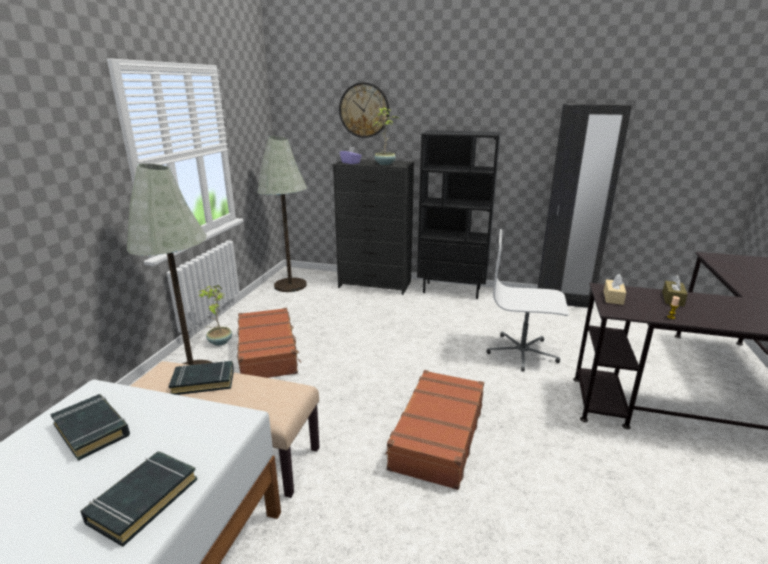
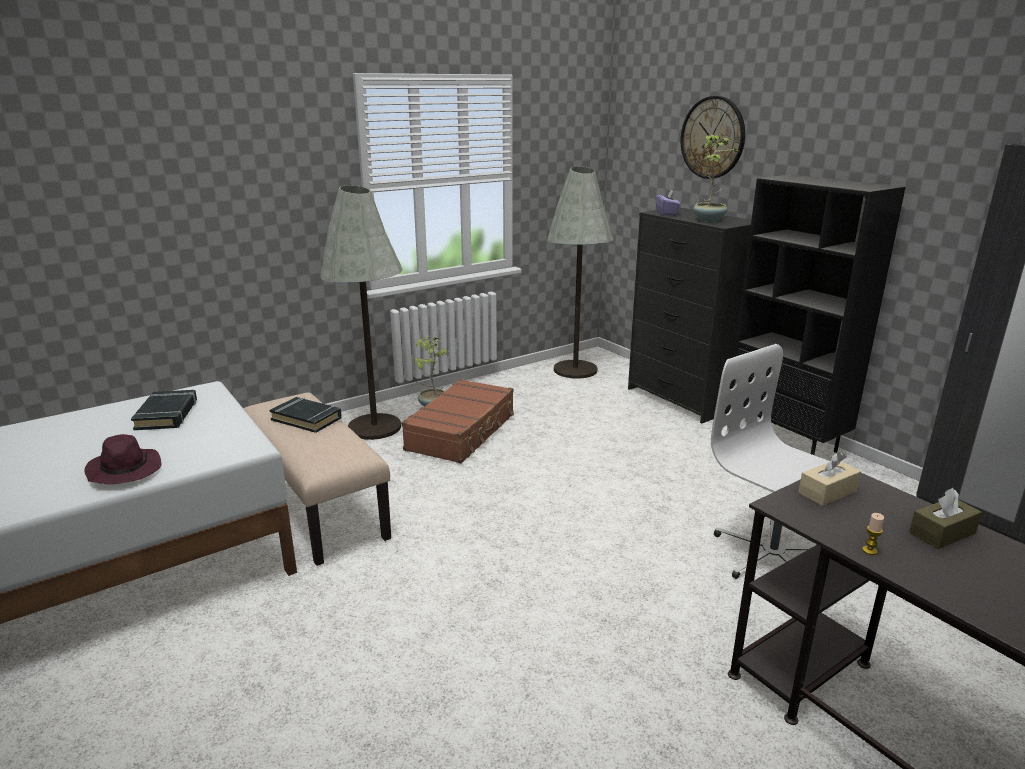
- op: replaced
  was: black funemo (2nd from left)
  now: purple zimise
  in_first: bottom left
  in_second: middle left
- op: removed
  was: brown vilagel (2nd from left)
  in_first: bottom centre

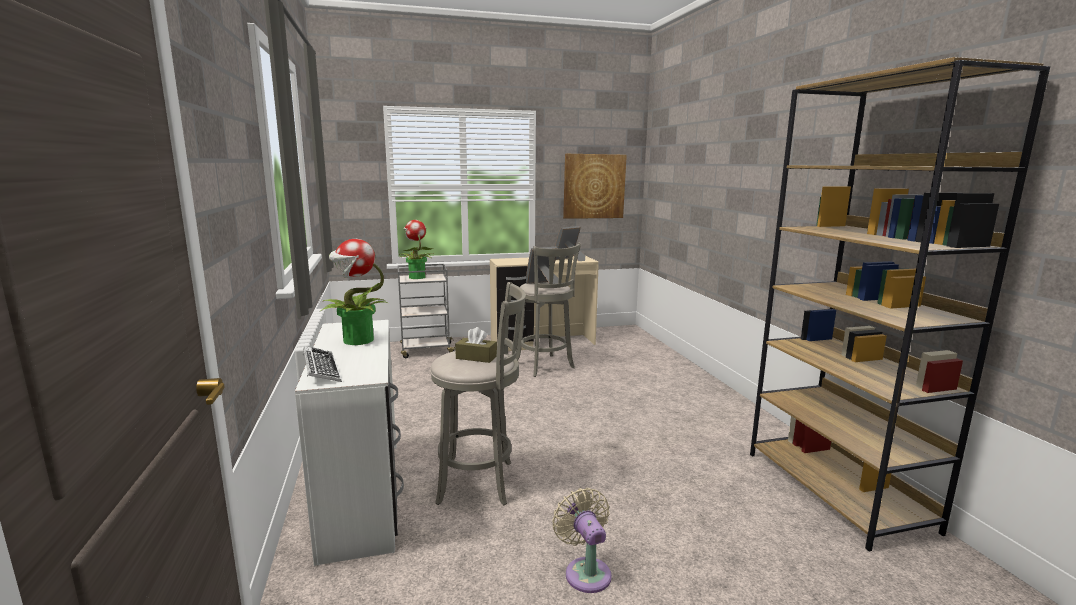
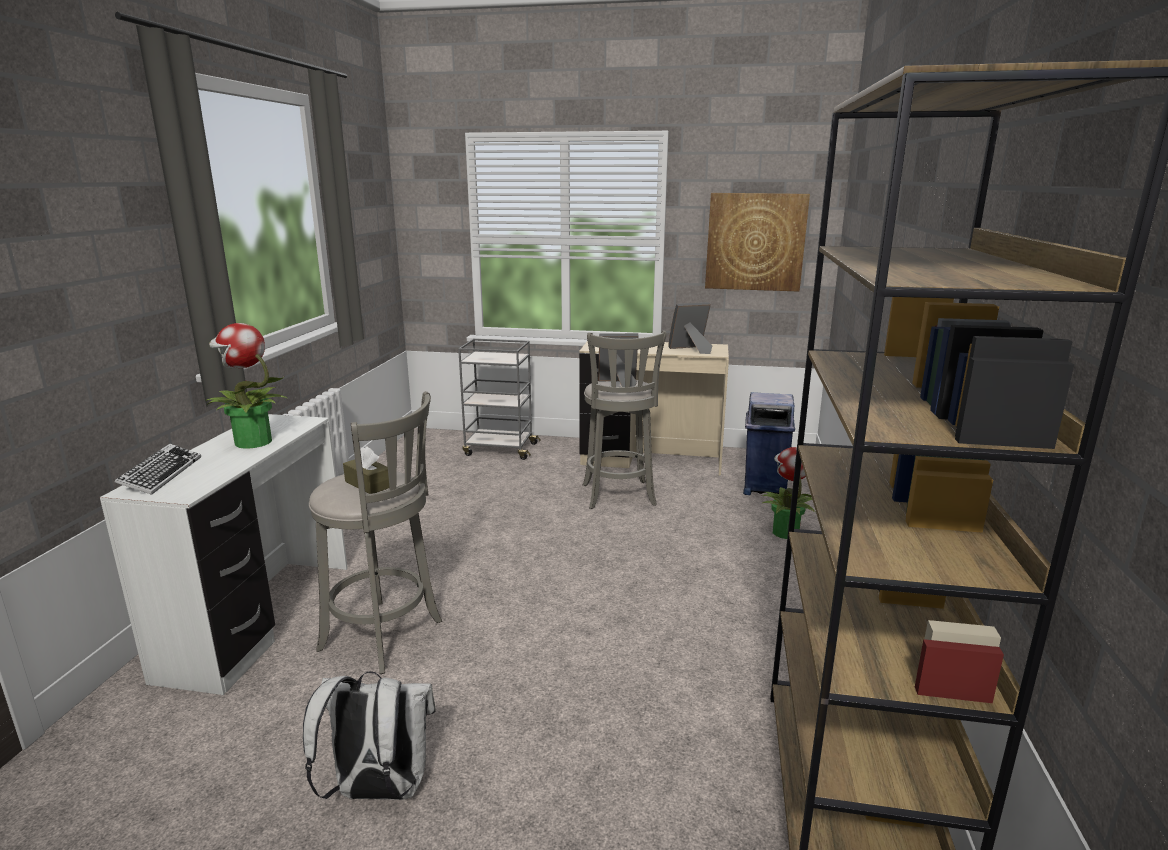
- op: replaced
  was: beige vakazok
  now: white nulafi
  in_first: bottom centre
  in_second: bottom left
- op: added
  now: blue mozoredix
  in_second: centre
- op: moved
  was: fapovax (2nd from left)
  in_first: centre
  in_second: middle right

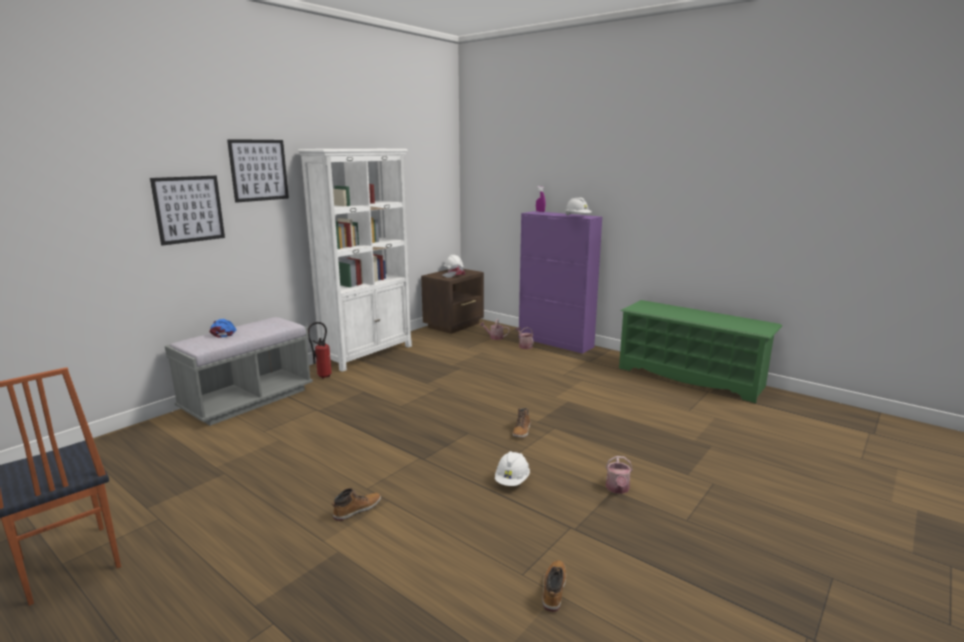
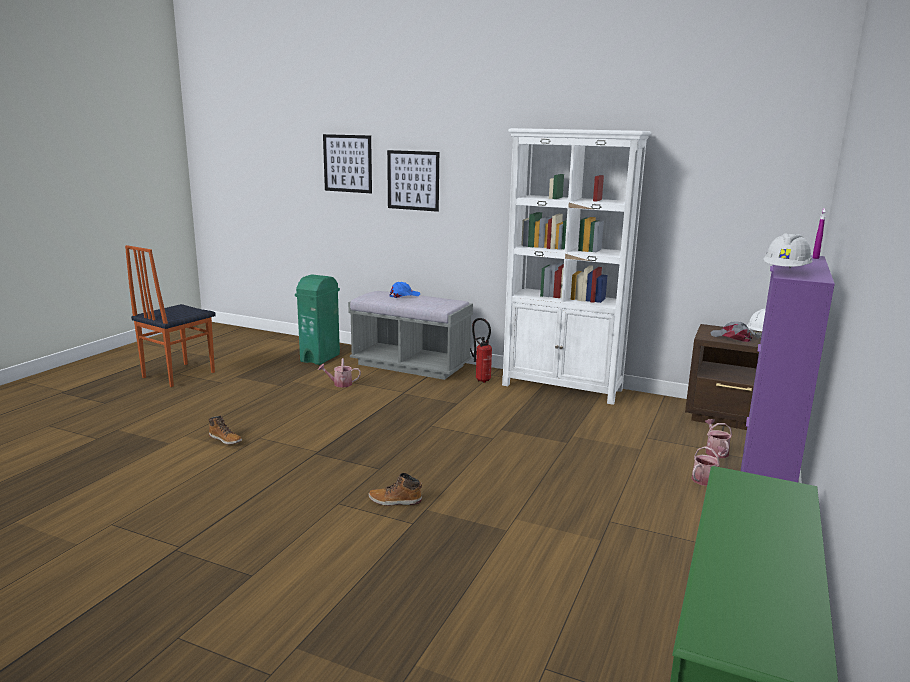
- op: added
  now: green mozoredix
  in_second: centre
- op: moved
  was: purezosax (3rd from left in the first image)
  now: purezosax (1st from left)
  in_first: bottom centre
  in_second: centre
- op: moved
  was: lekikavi (2nd from left in the first image)
  now: lekikavi (1st from left)
  in_first: top left
  in_second: top centre
- op: removed
  was: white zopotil (2nd from left)
  in_first: bottom centre
- op: removed
  was: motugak (3rd from left)
  in_first: bottom centre

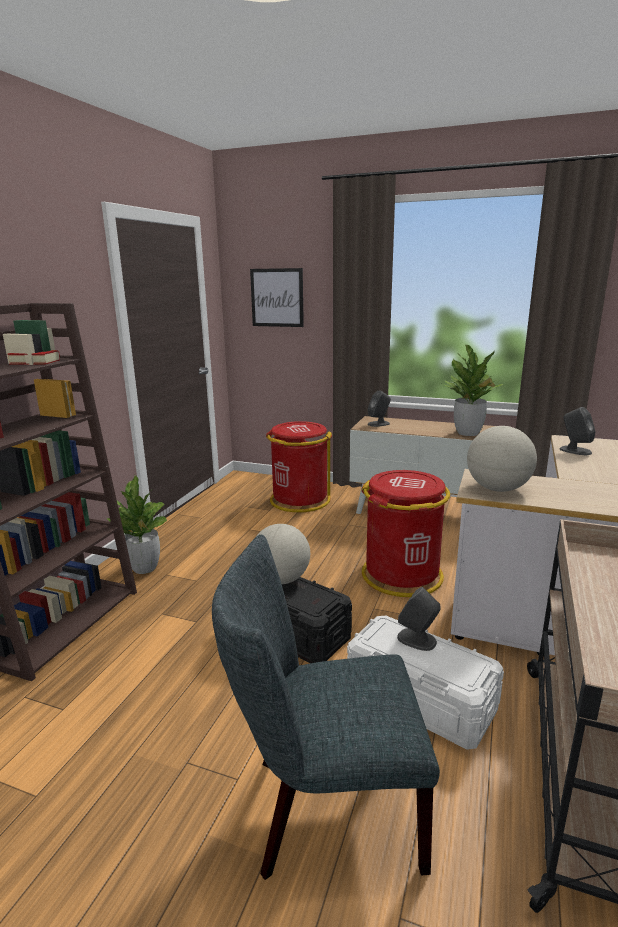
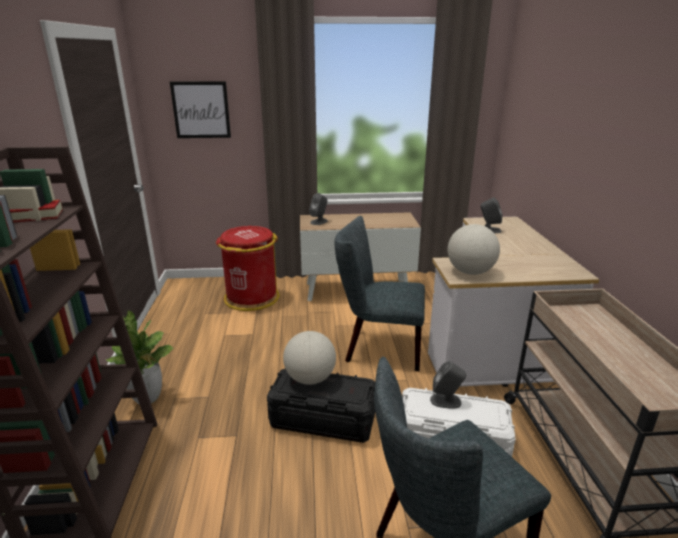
- op: replaced
  was: red mozoredix (2nd from left)
  now: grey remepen (1st from left)
  in_first: centre
  in_second: centre
- op: removed
  was: fapovax (2nd from left)
  in_first: middle right

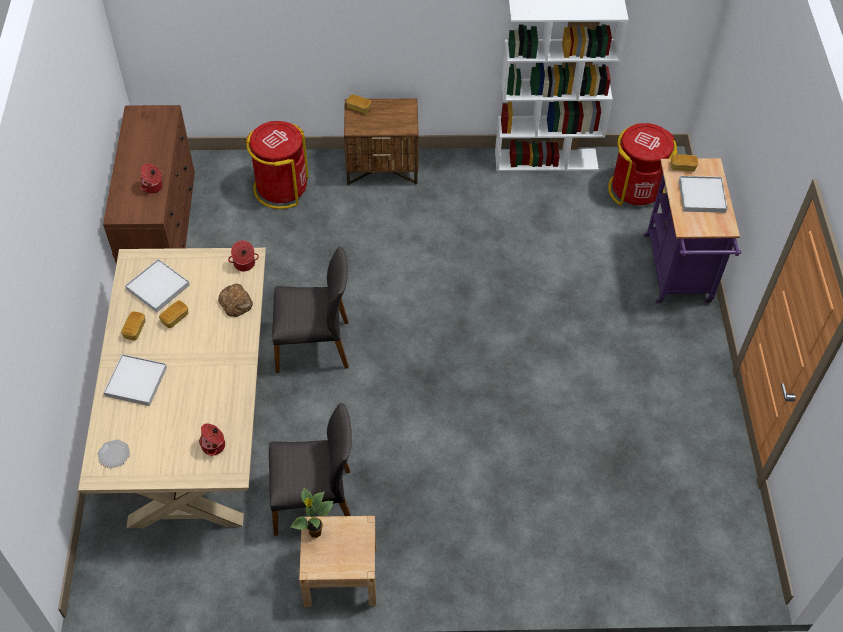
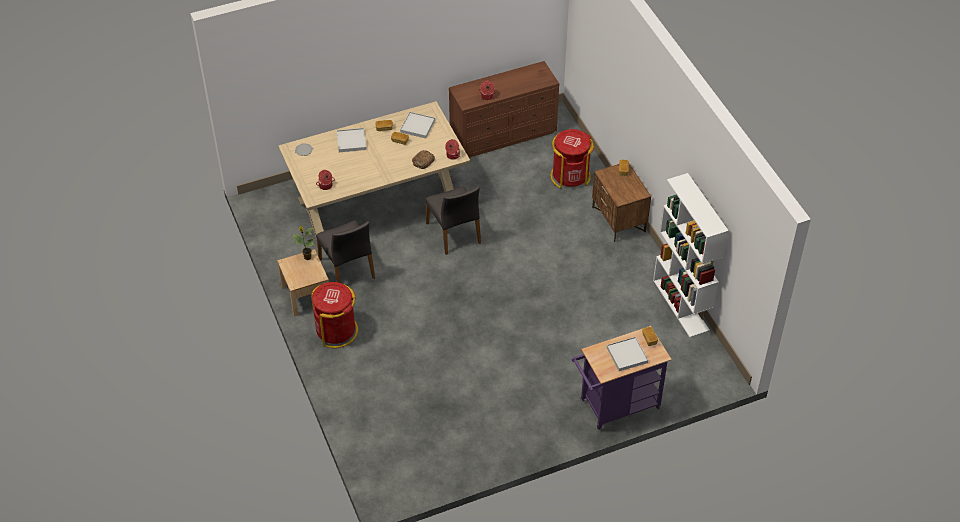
- op: moved
  was: red mozoredix (2nd from left in the first image)
  now: red mozoredix (1st from left)
  in_first: top right
  in_second: centre

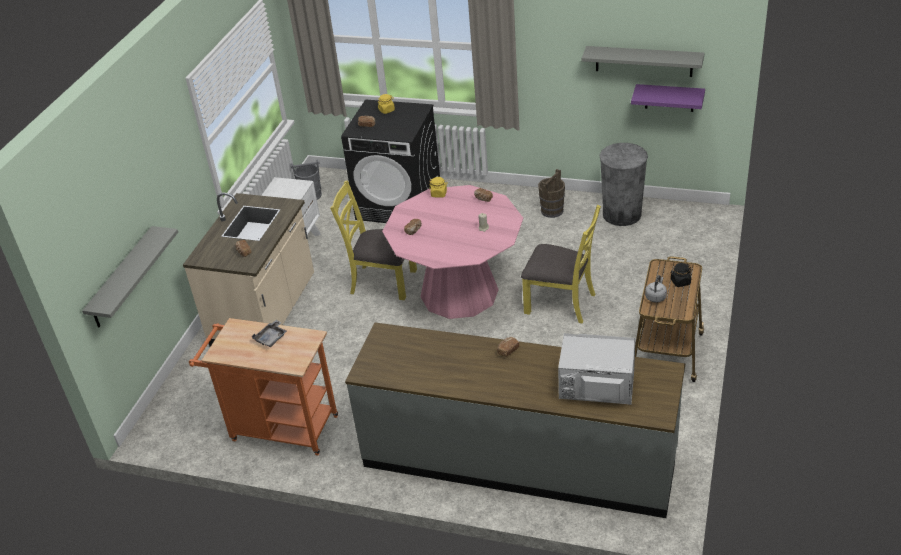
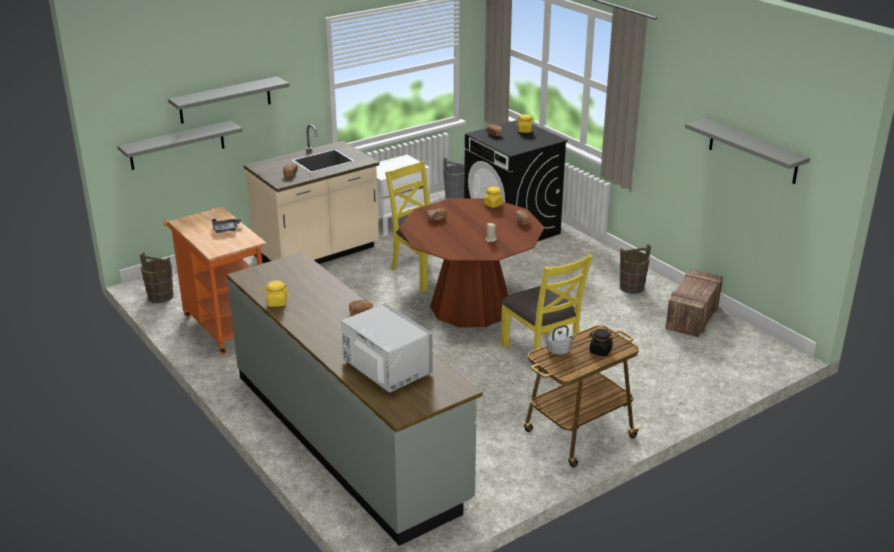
- op: added
  now: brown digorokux (1st from left)
  in_second: middle left
- op: added
  now: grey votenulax (2nd from left)
  in_second: top left
- op: added
  now: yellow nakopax (1st from left)
  in_second: middle left
- op: recoloured
  was: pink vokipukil
  now: brown vokipukil
  in_first: centre
  in_second: centre
- op: replaced
  was: grey mozoredix
  now: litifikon
  in_first: top right
  in_second: middle right
- op: removed
  was: purple votenulax
  in_first: top right

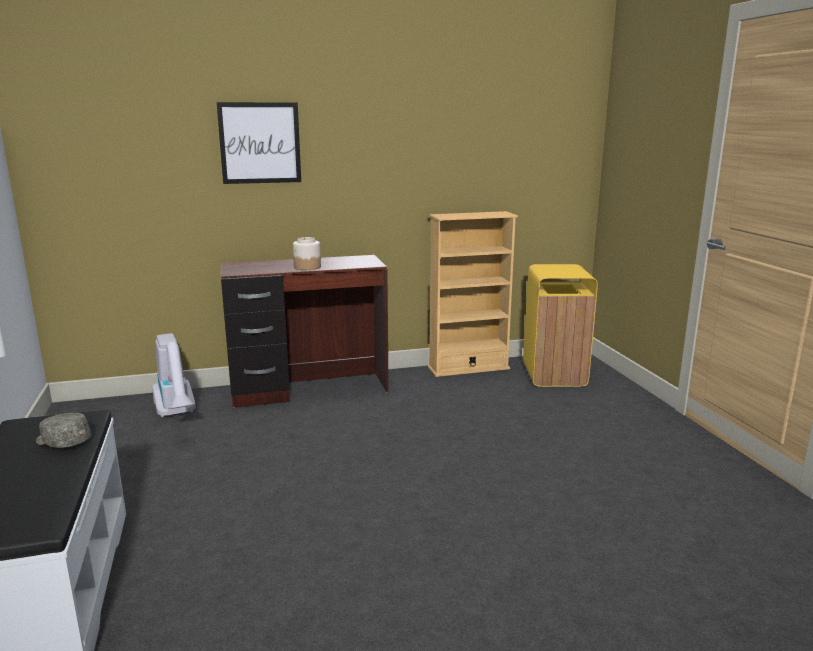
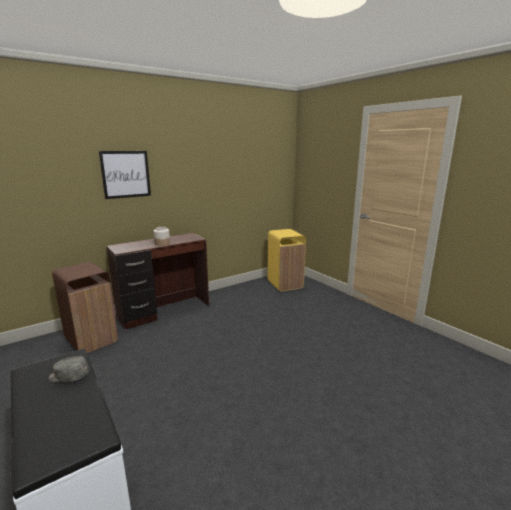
- op: replaced
  was: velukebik
  now: brown mozoredix
  in_first: middle left
  in_second: middle left
- op: removed
  was: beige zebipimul
  in_first: centre

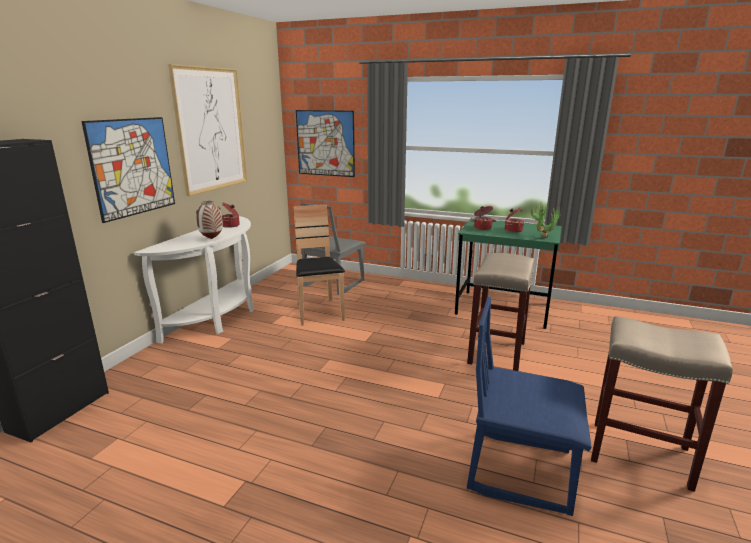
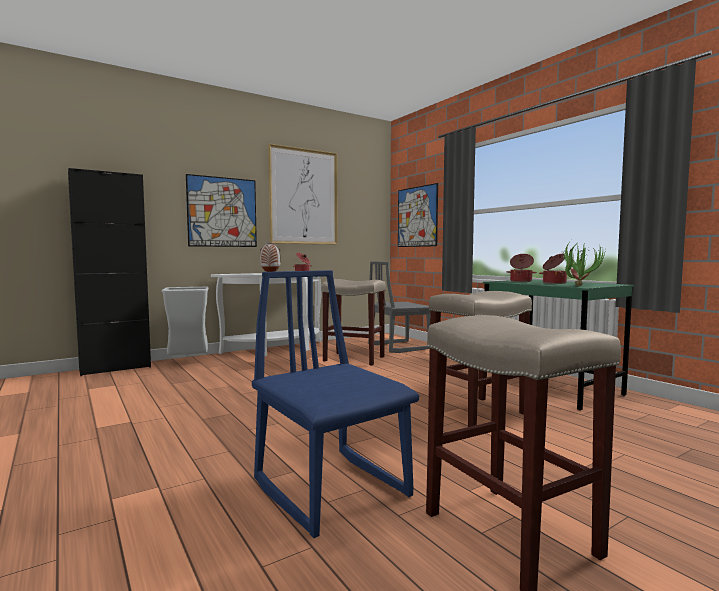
- op: added
  now: grey mozoredix
  in_second: middle left
- op: replaced
  was: brown remepen
  now: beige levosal (1st from left)
  in_first: centre
  in_second: centre

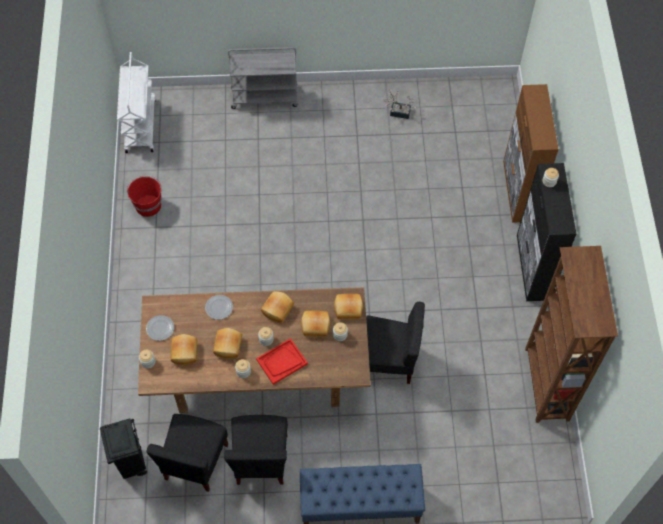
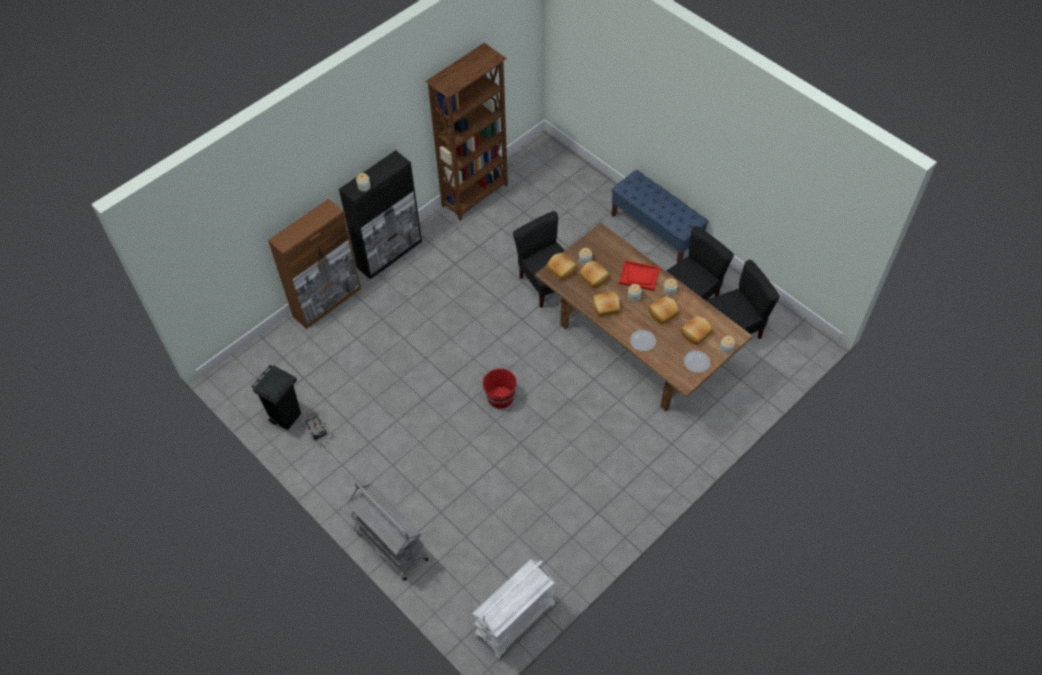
- op: moved
  was: black mozoredix
  in_first: bottom left
  in_second: middle left
- op: moved
  was: red digorokux
  in_first: middle left
  in_second: centre

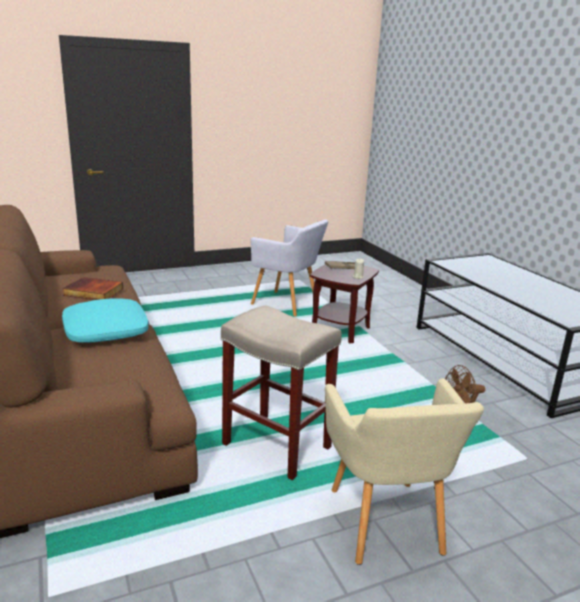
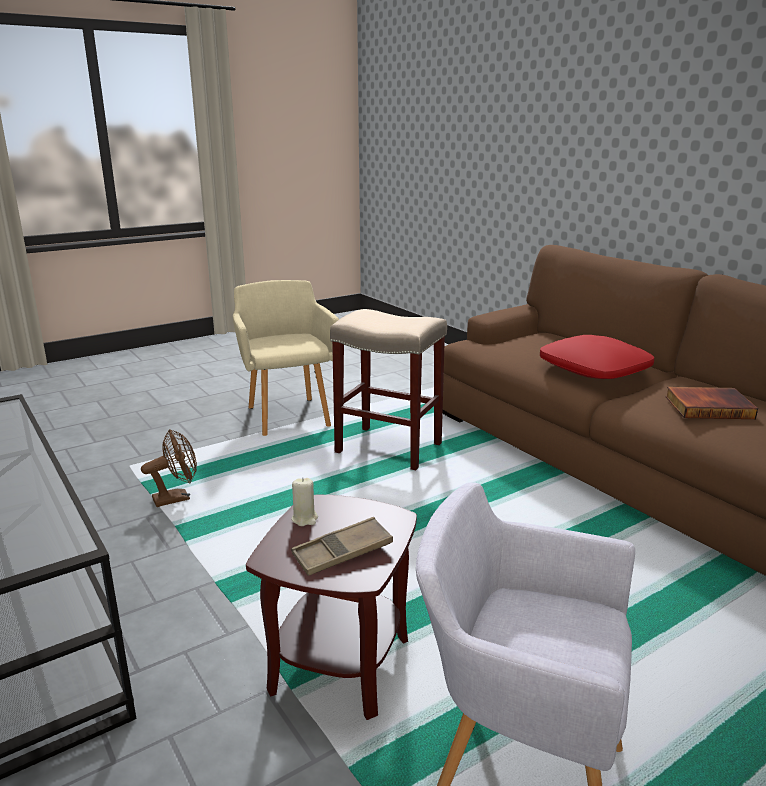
- op: recoloured
  was: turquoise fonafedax
  now: red fonafedax
  in_first: middle left
  in_second: middle right

